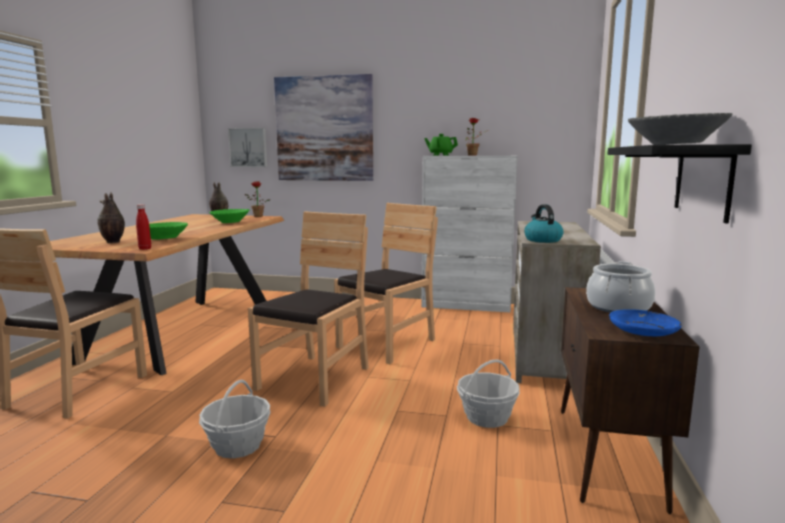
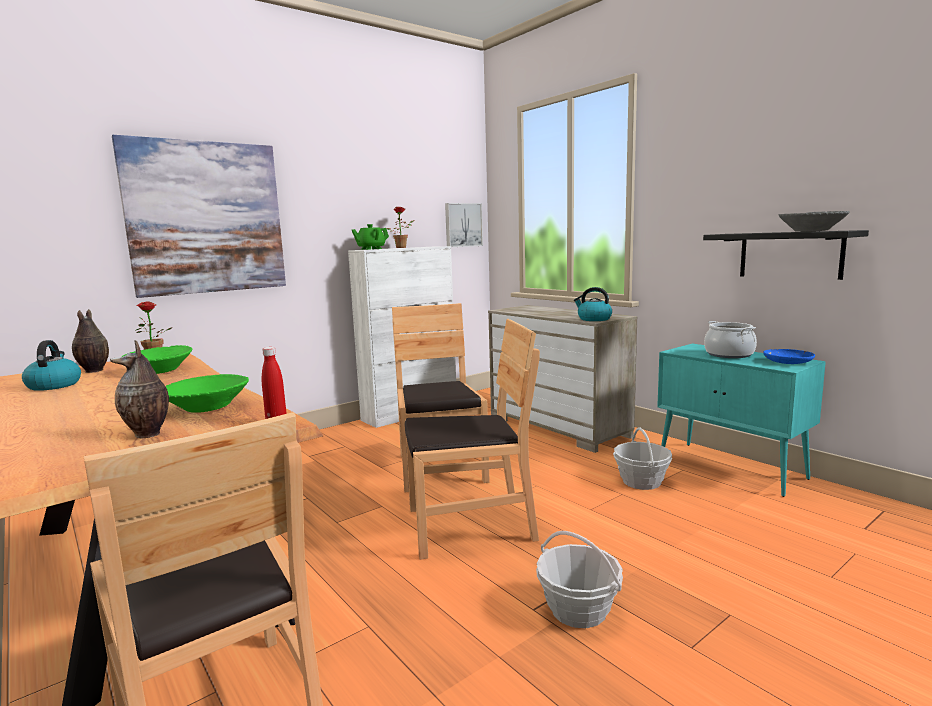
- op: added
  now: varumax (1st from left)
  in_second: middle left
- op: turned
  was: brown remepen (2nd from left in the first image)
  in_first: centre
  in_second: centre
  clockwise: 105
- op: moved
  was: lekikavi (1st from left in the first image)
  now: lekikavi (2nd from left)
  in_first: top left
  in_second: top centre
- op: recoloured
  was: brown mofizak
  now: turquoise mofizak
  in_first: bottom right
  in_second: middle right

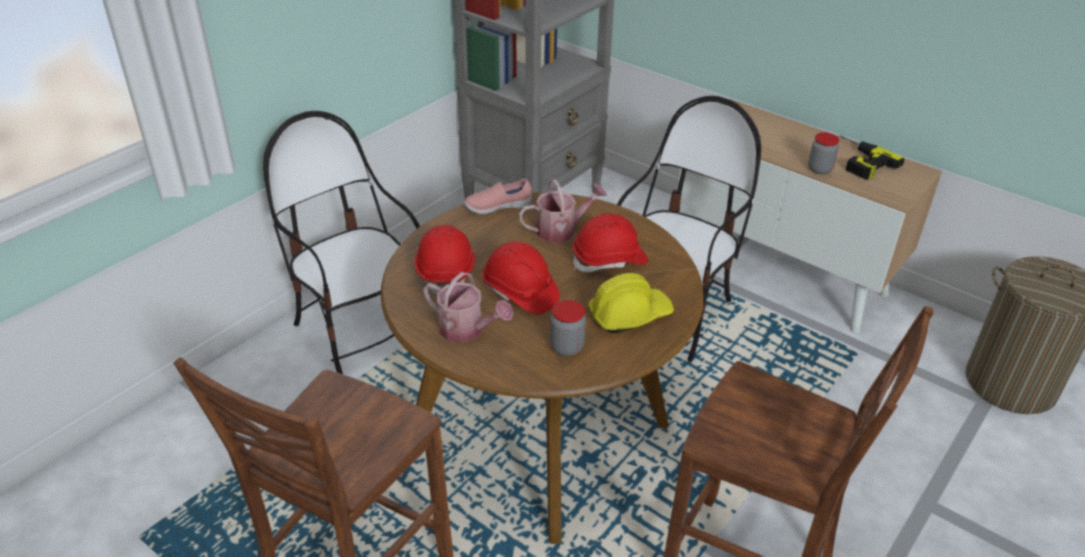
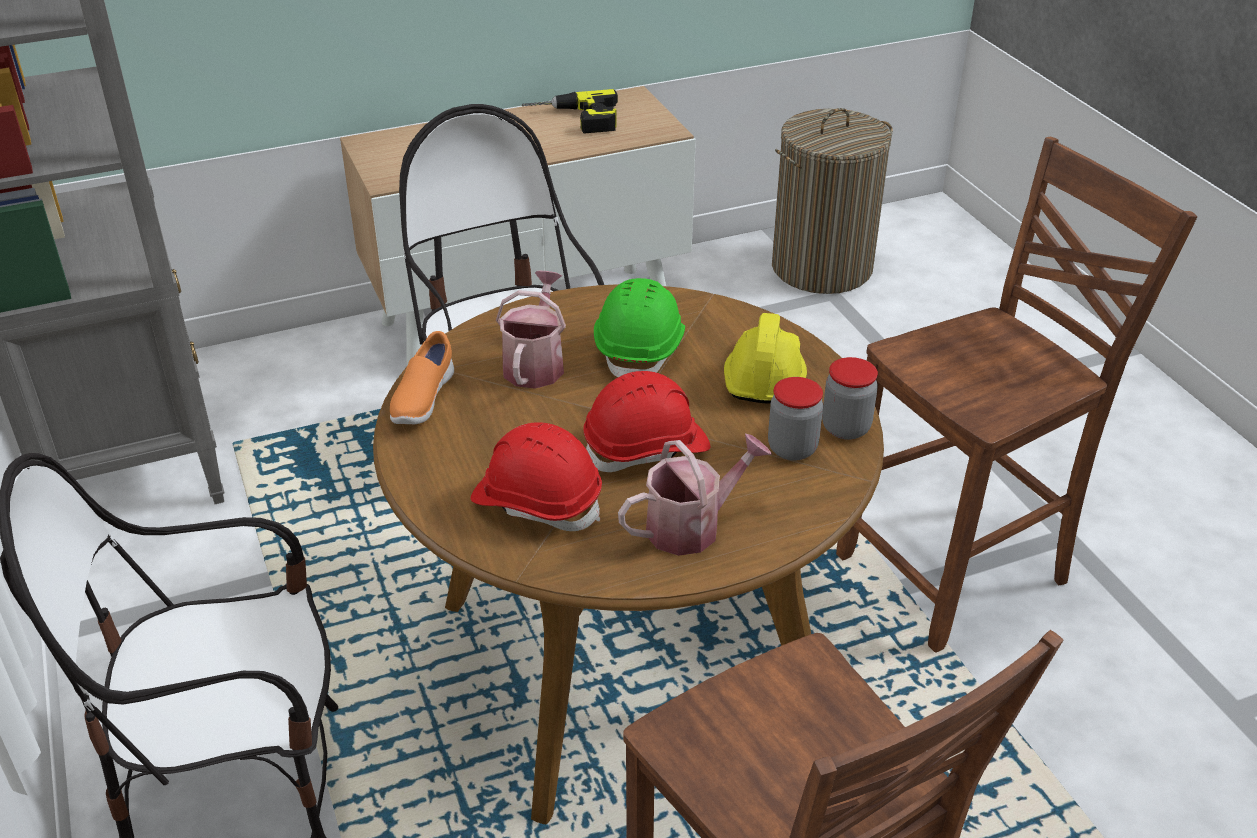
- op: recoloured
  was: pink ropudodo
  now: orange ropudodo
  in_first: centre
  in_second: centre
- op: recoloured
  was: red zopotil (3rd from left)
  now: green zopotil
  in_first: centre
  in_second: centre
- op: moved
  was: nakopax (2nd from left)
  in_first: top right
  in_second: middle right

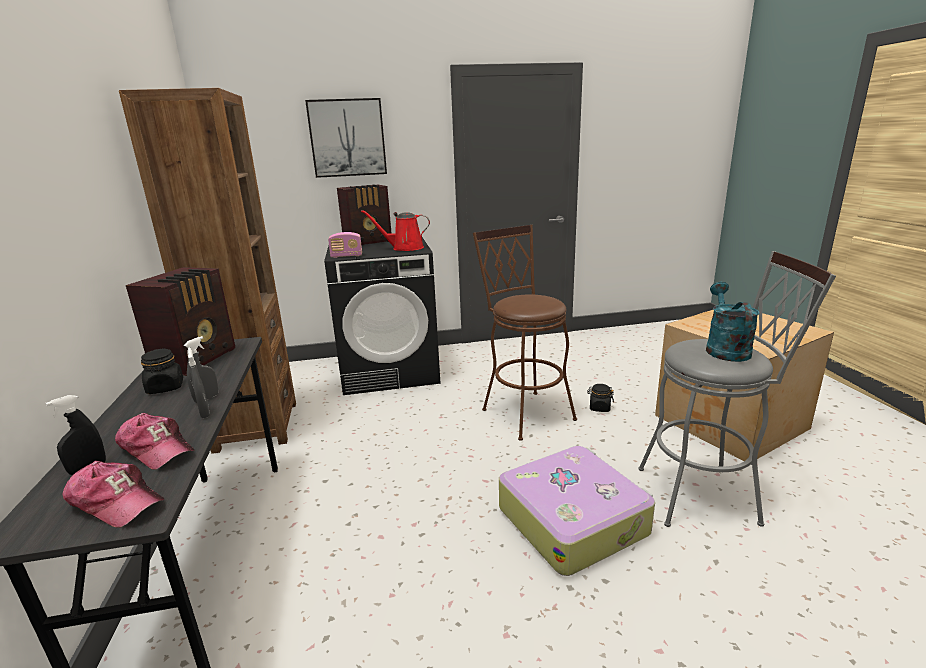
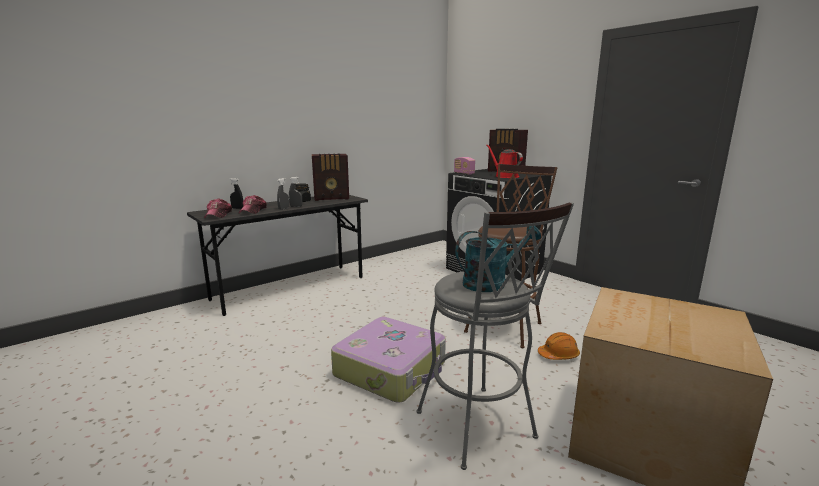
- op: replaced
  was: black nakopax (2nd from left)
  now: orange zopotil
  in_first: centre
  in_second: bottom right
- op: removed
  was: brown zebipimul
  in_first: middle left
- op: removed
  was: lekikavi
  in_first: top centre

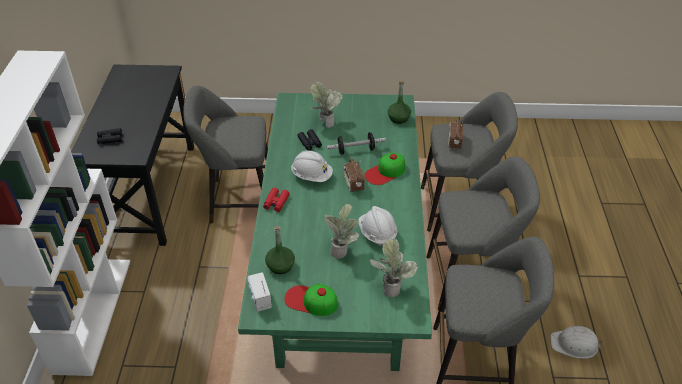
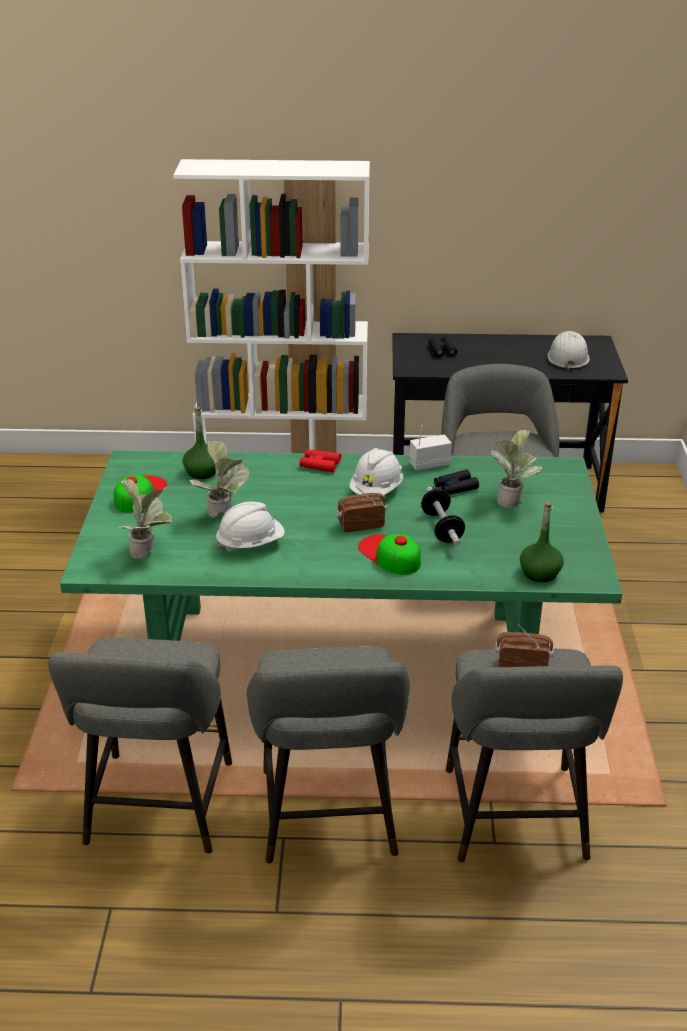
- op: moved
  was: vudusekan (1st from left in the first image)
  now: vudusekan (2nd from left)
  in_first: bottom centre
  in_second: centre
- op: moved
  was: white zopotil (3rd from left)
  in_first: bottom right
  in_second: middle right

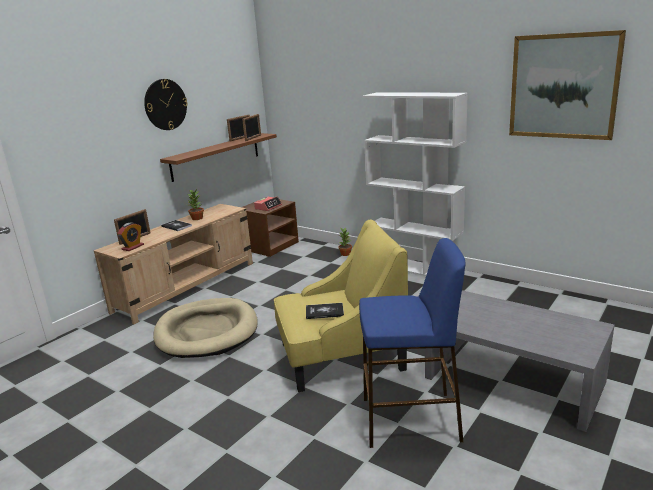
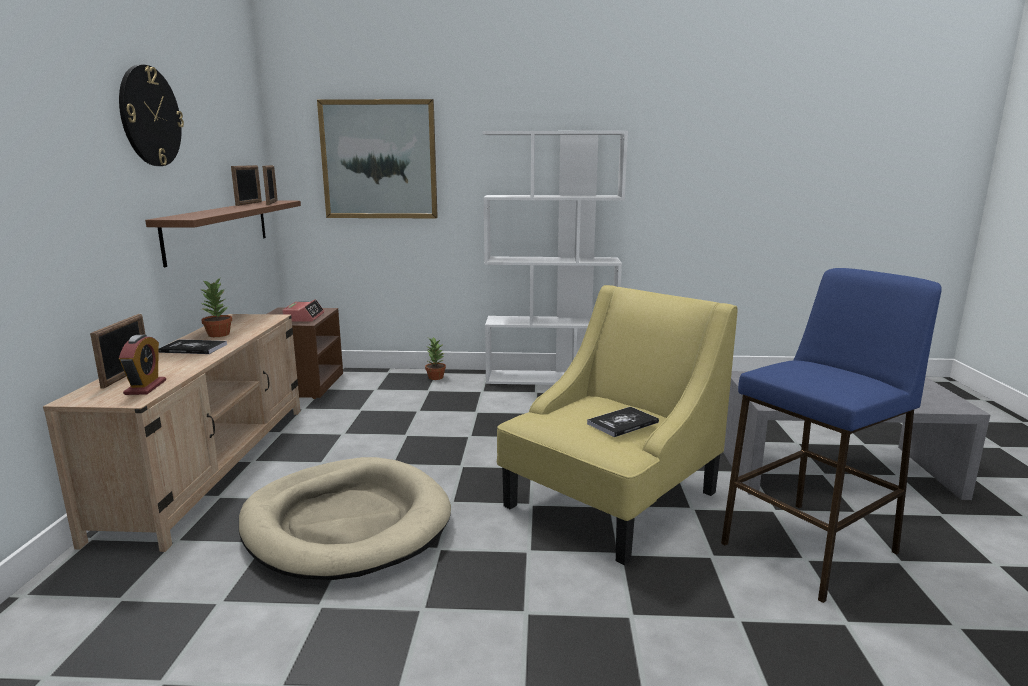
- op: moved
  was: lekikavi
  in_first: top right
  in_second: top centre

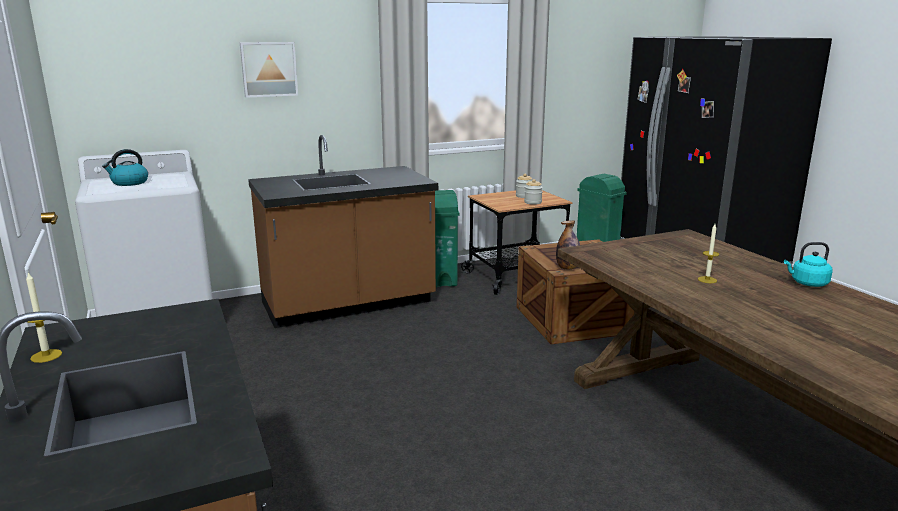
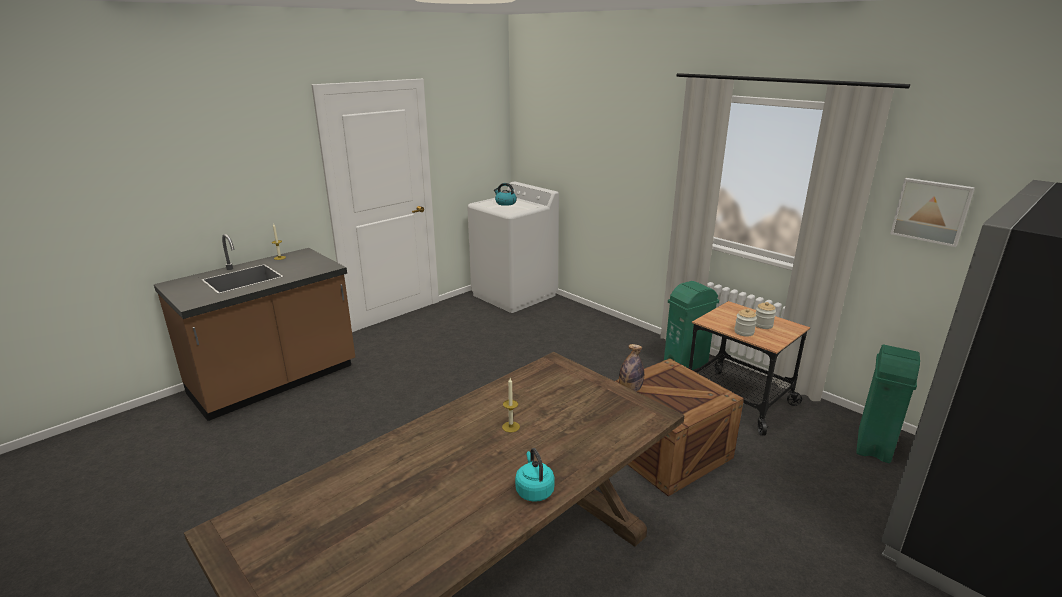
- op: moved
  was: lekikavi
  in_first: top left
  in_second: middle right
- op: removed
  was: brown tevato (2nd from left)
  in_first: centre

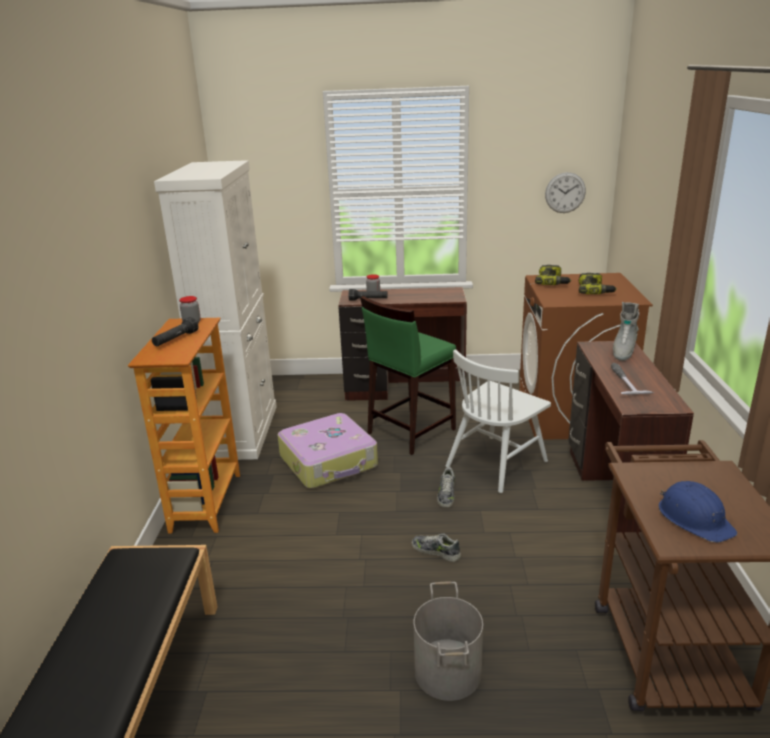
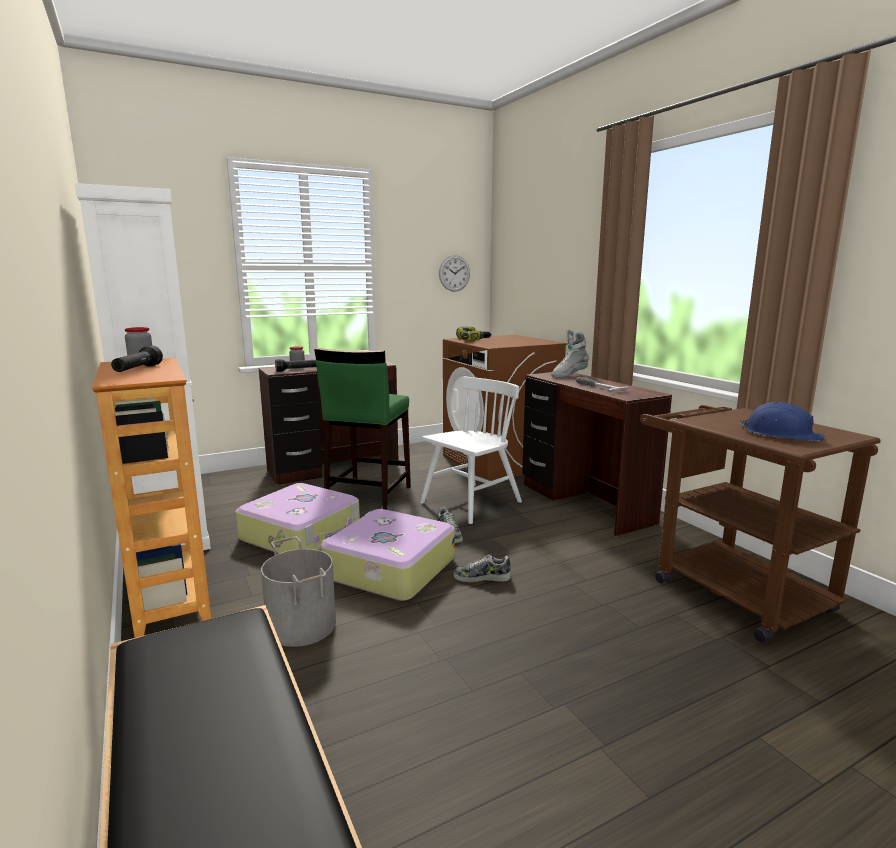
- op: moved
  was: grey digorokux
  in_first: bottom centre
  in_second: bottom left
- op: added
  now: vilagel (2nd from left)
  in_second: centre
- op: turned
  was: white remepen
  in_first: centre
  in_second: centre
  clockwise: -150
- op: turned
  was: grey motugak
  in_first: middle right
  in_second: centre
  clockwise: 60
- op: removed
  was: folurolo (2nd from left)
  in_first: middle right

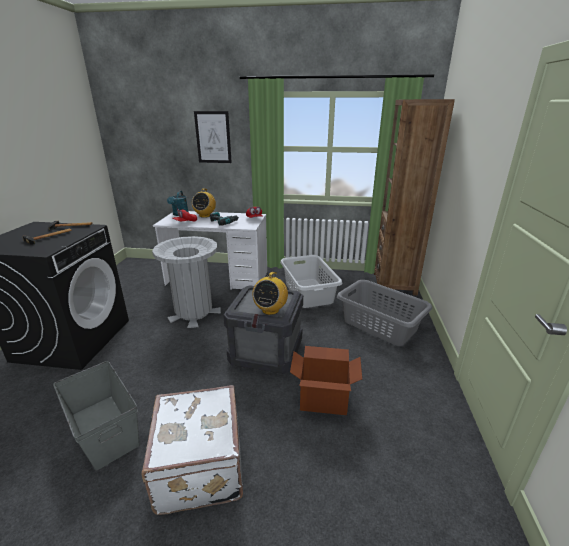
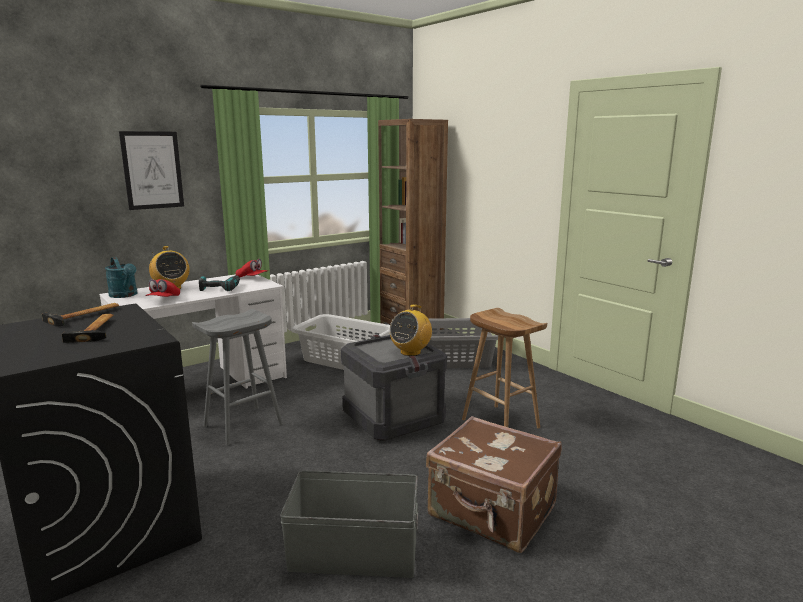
- op: replaced
  was: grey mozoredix
  now: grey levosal
  in_first: middle left
  in_second: middle left
- op: turned
  was: vudusekan (2nd from left)
  in_first: centre
  in_second: centre
  clockwise: 60
- op: recoloured
  was: white vilagel
  now: brown vilagel
  in_first: bottom centre
  in_second: bottom centre
- op: replaced
  was: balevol
  now: brown levosal
  in_first: bottom centre
  in_second: centre

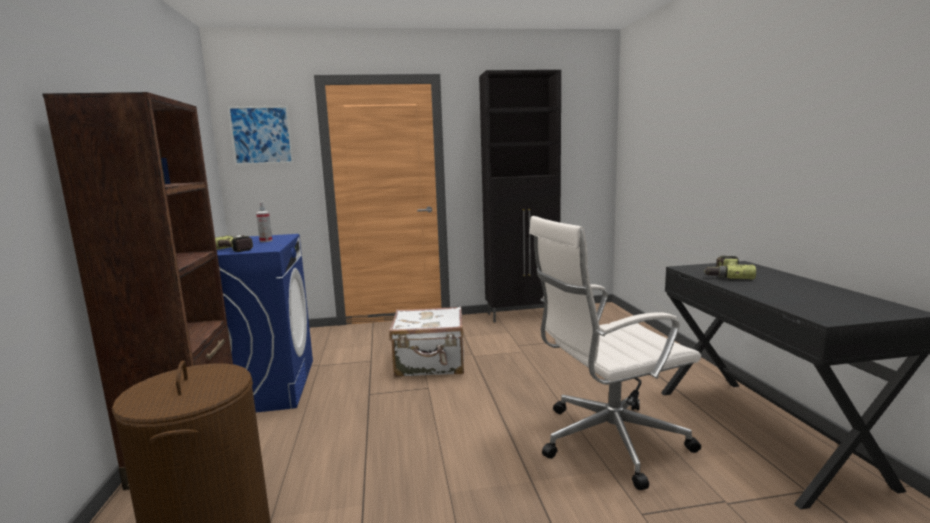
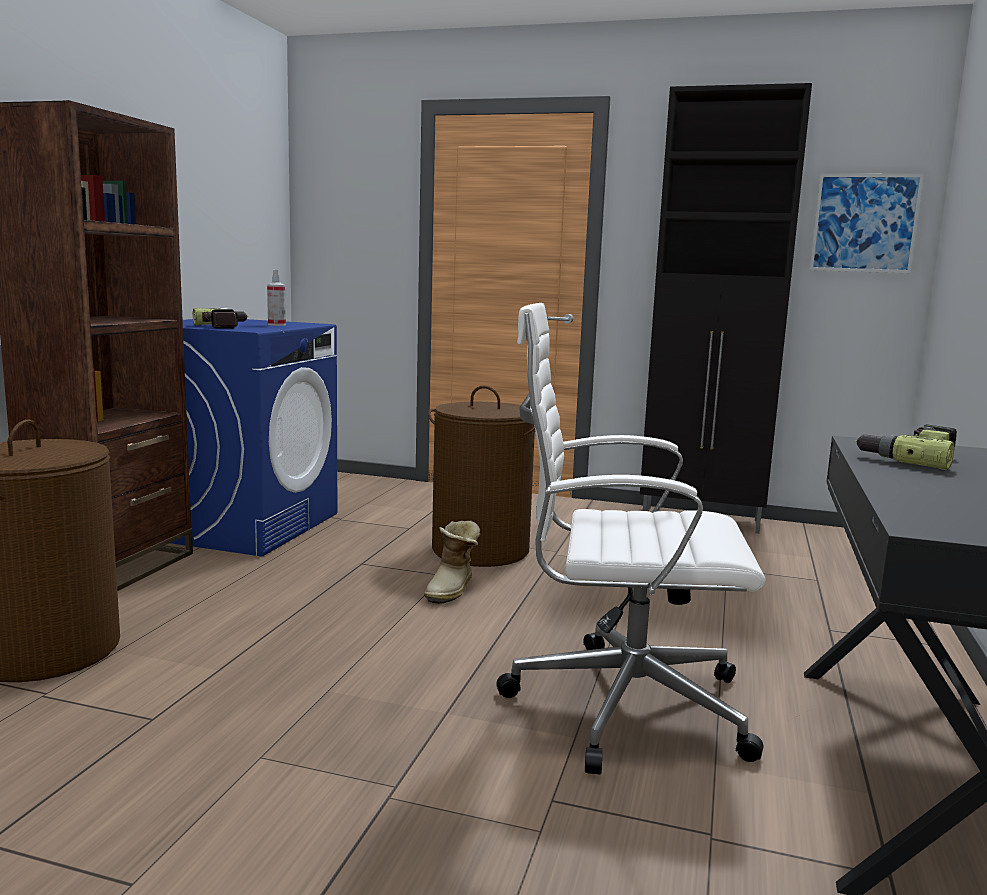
- op: added
  now: motugak
  in_second: centre
- op: replaced
  was: white vilagel
  now: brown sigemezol (2nd from left)
  in_first: centre
  in_second: centre
- op: moved
  was: lekikavi
  in_first: top left
  in_second: top right

